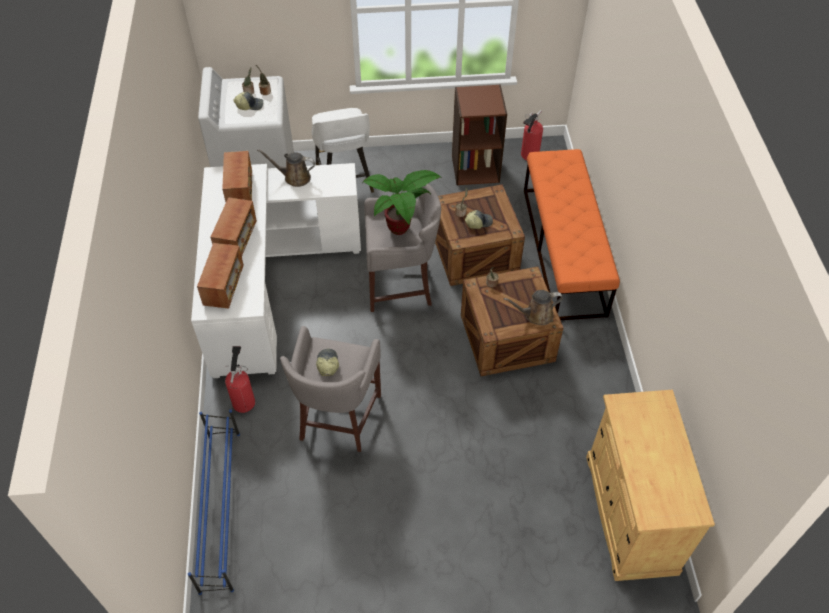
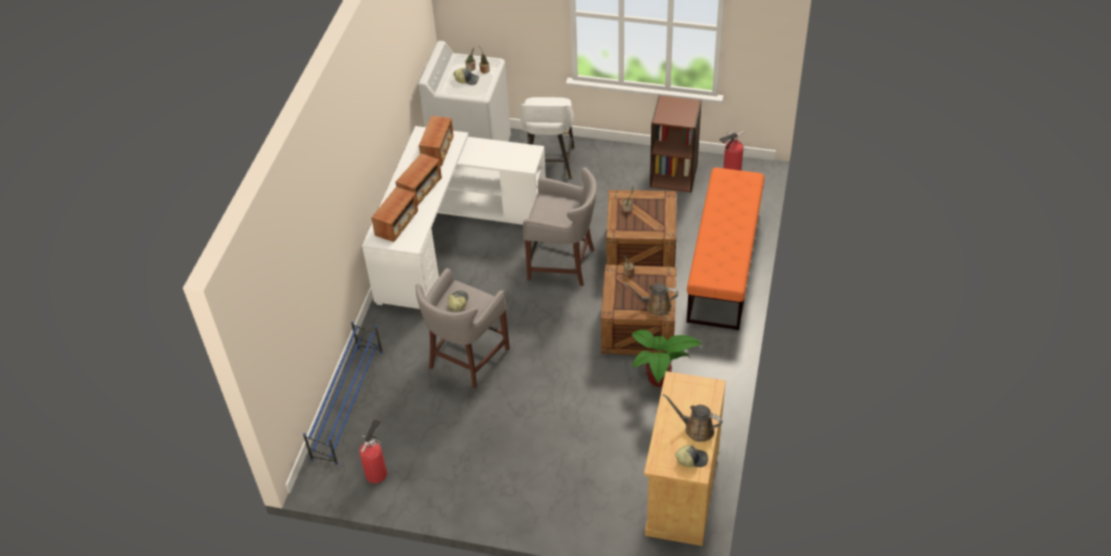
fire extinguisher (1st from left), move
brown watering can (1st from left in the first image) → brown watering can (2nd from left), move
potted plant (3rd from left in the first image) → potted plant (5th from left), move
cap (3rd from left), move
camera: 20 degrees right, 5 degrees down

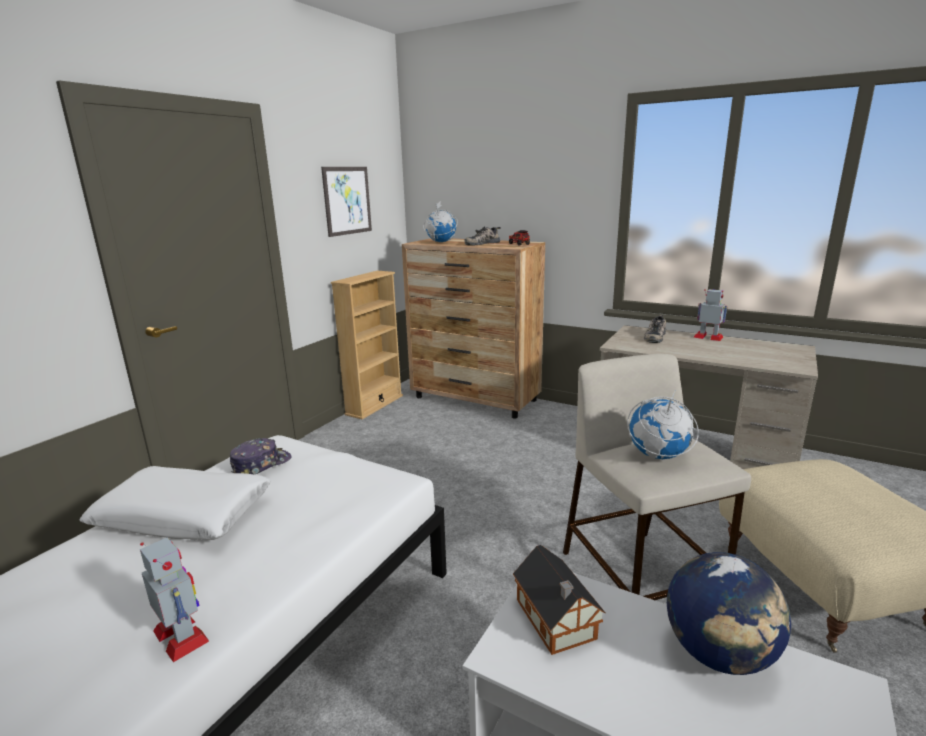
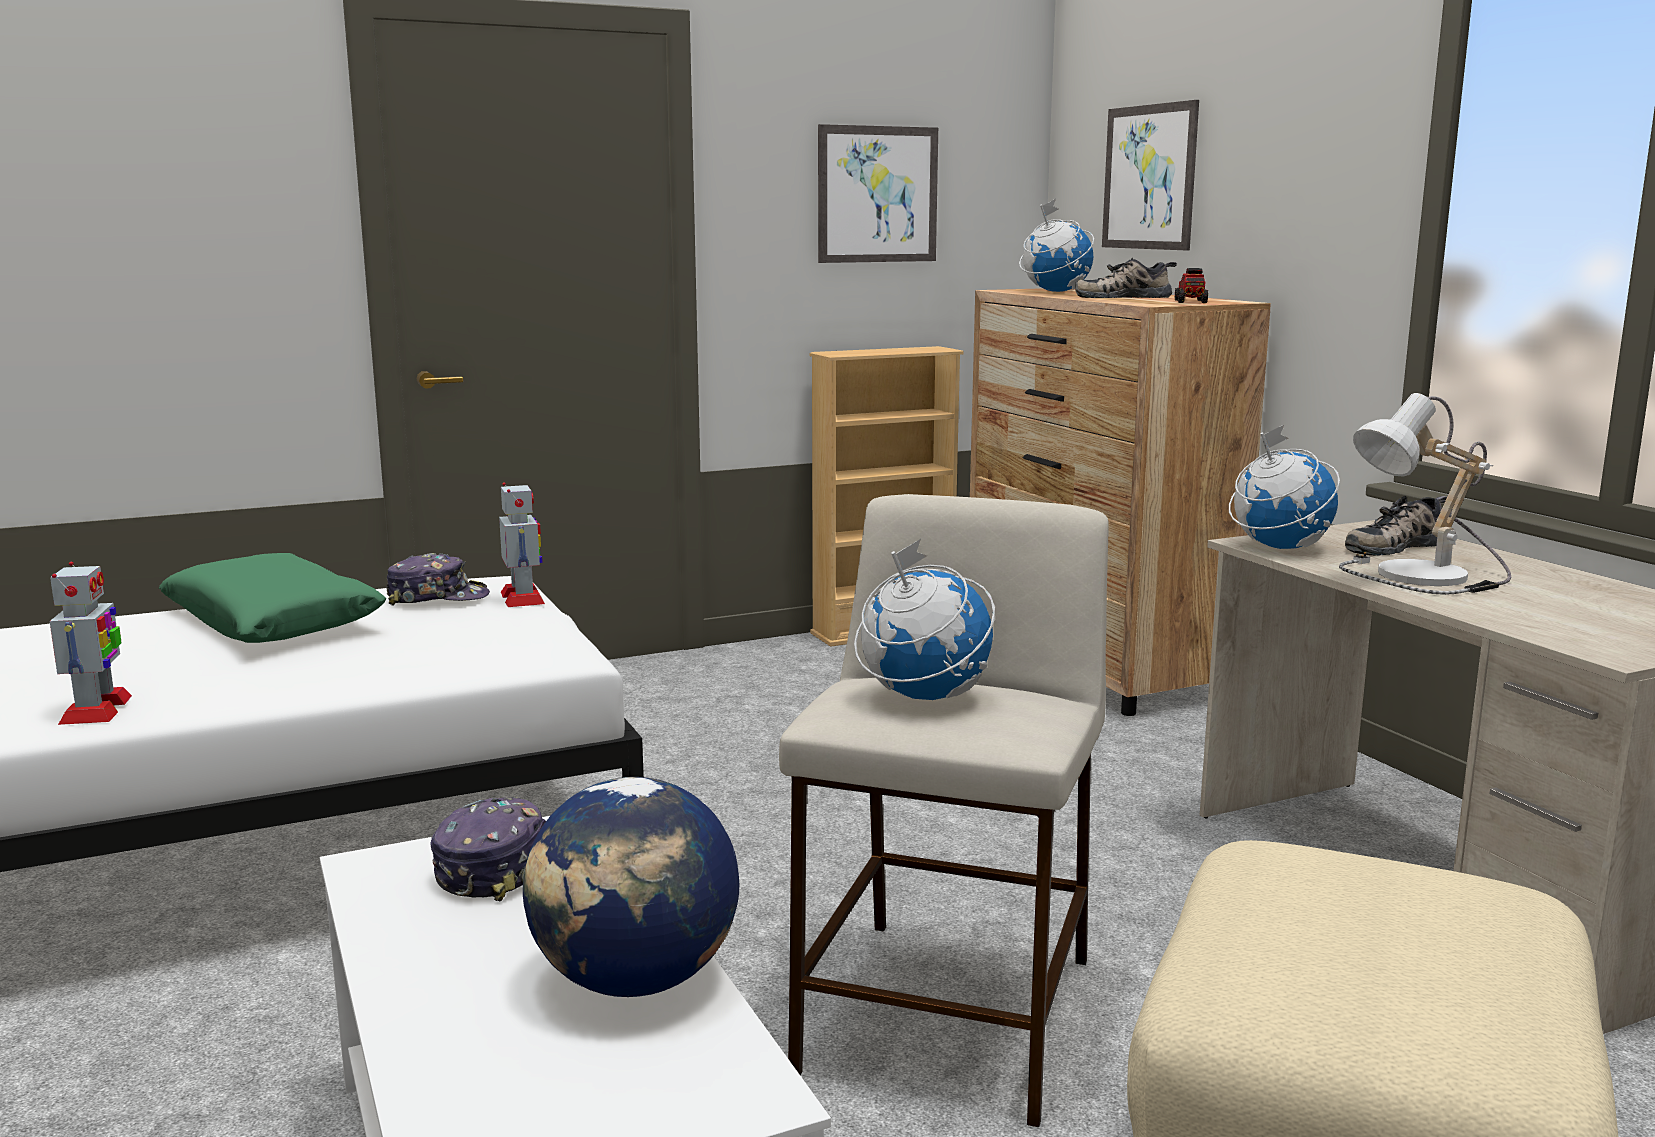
- → picture (2nd from left)
- → globe (4th from left)
- → table lamp
toy robot (2nd from left), move
toy house → cap (2nd from left)
white pillow → green pillow
camera: 35 degrees right, 5 degrees down

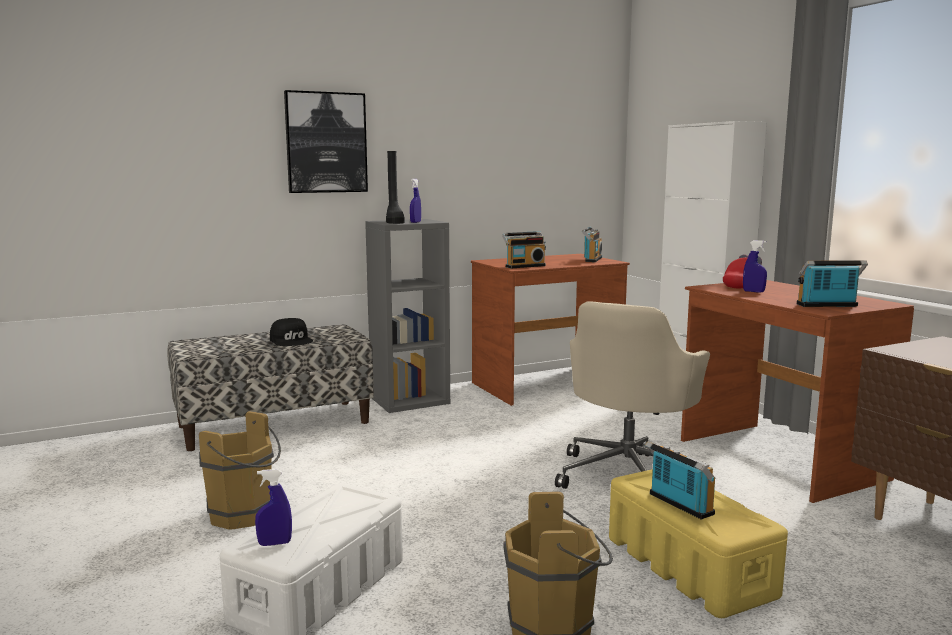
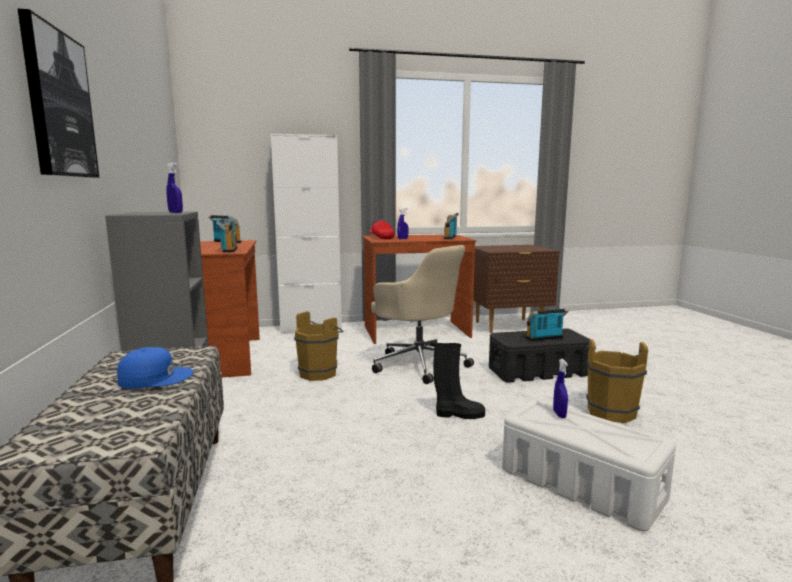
brown bucket (1st from left), move
blue spray bottle (1st from left in the first image) → blue spray bottle (3rd from left), move
black boot, move
black cap → blue cap
yellow storage box → black storage box
camera: 75 degrees left, 0 degrees up

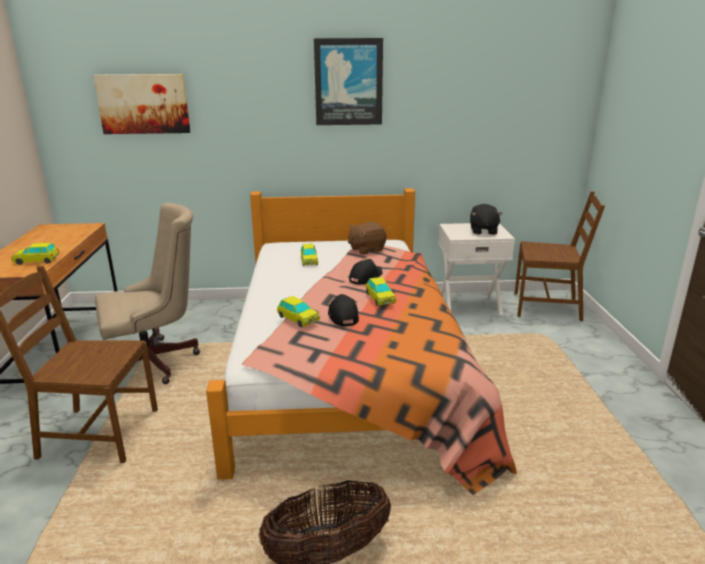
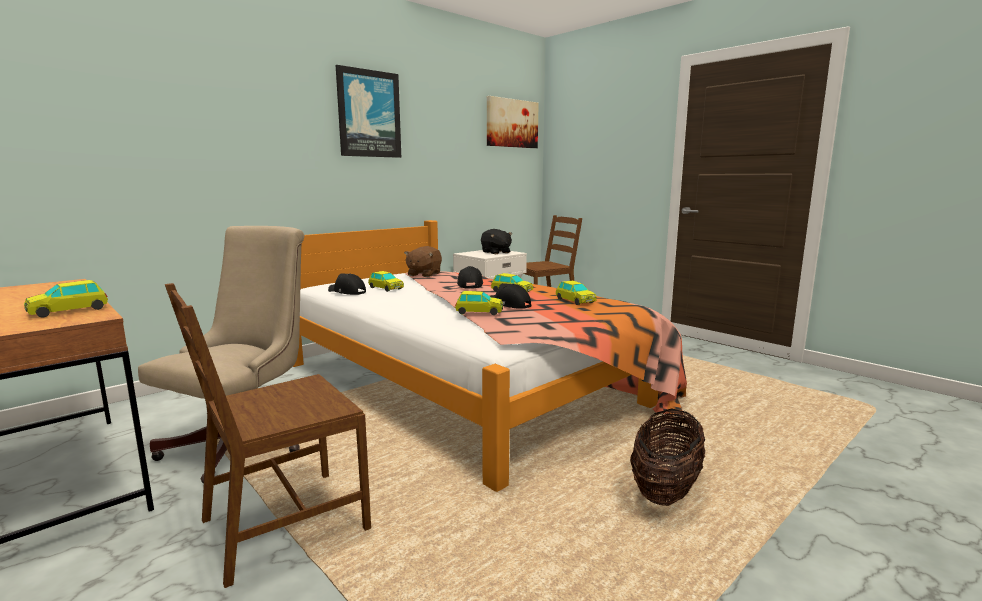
- → black cap (1st from left)
- → toy car (5th from left)
picture (1st from left in the first image) → picture (2nd from left), move
camera: 40 degrees left, 10 degrees down

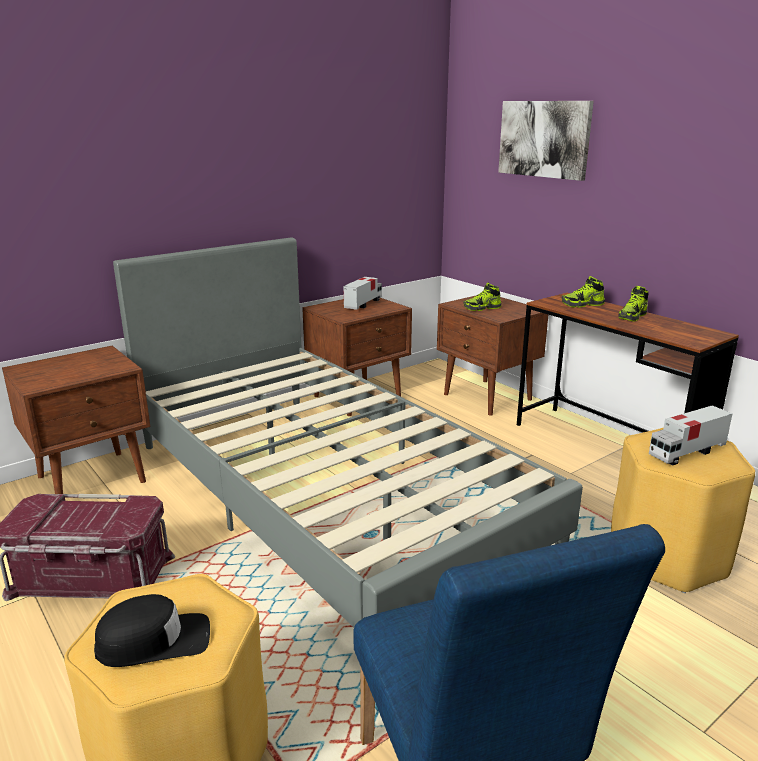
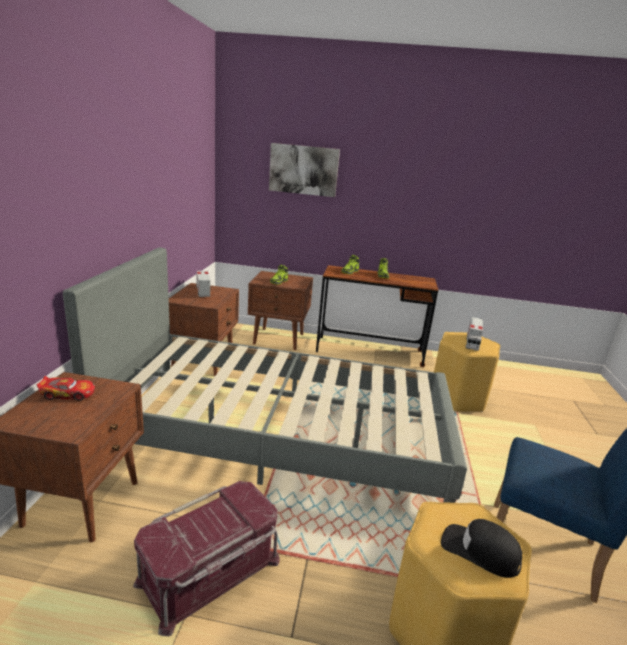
- → toy car
black cap, 90 degrees counterclockwise
camera: 45 degrees left, 0 degrees up

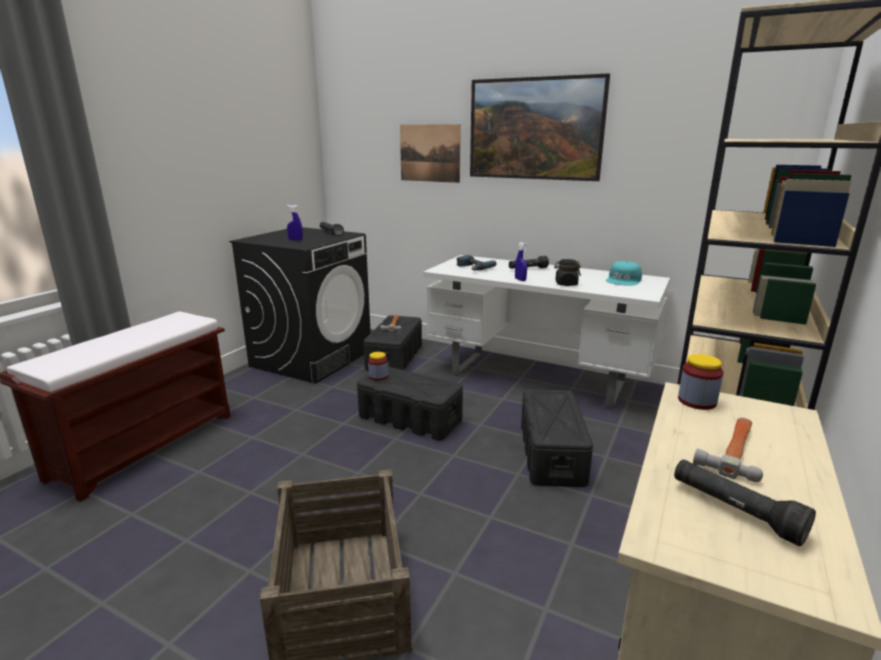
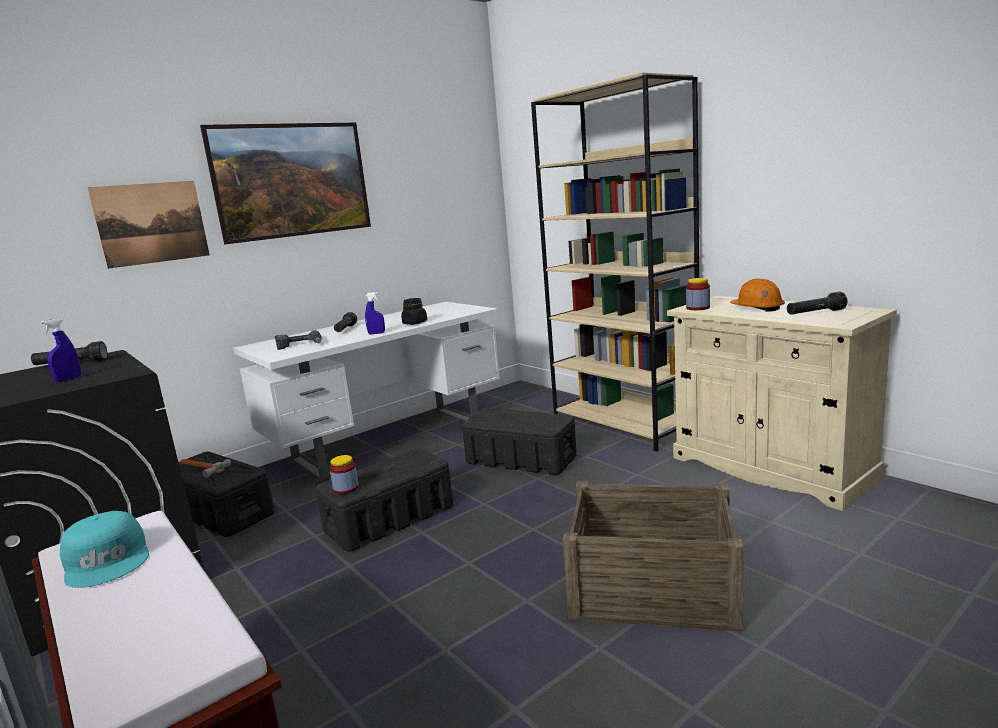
turquoise cap, move
hammer (2nd from left) → orange hard hat
camera: 65 degrees left, 5 degrees down

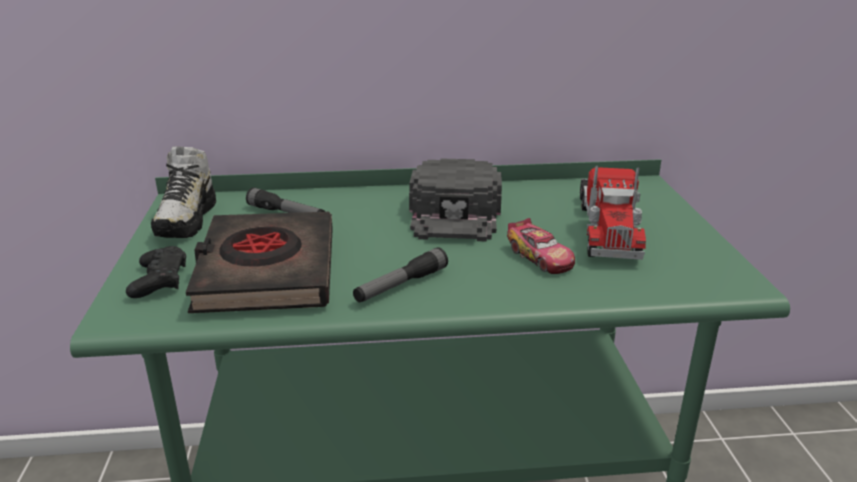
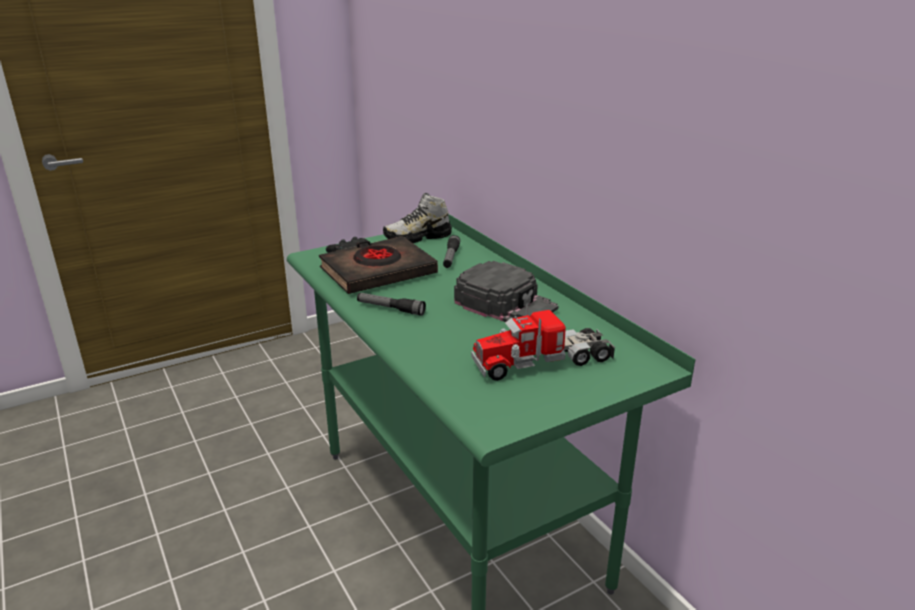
toy car → -
black cap, 120 degrees counterclockwise
camera: 65 degrees right, 0 degrees up

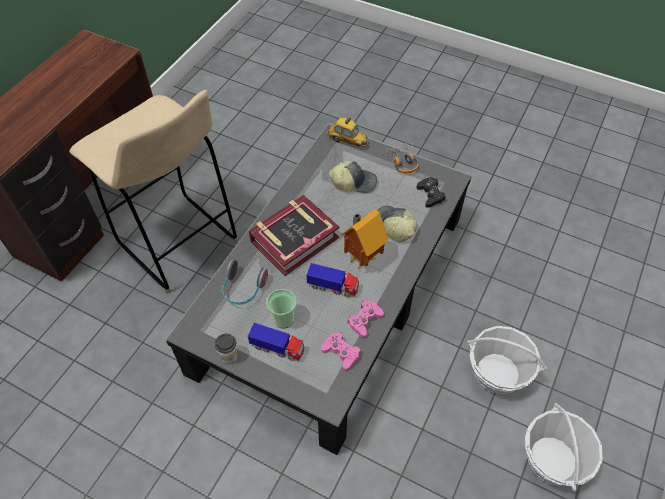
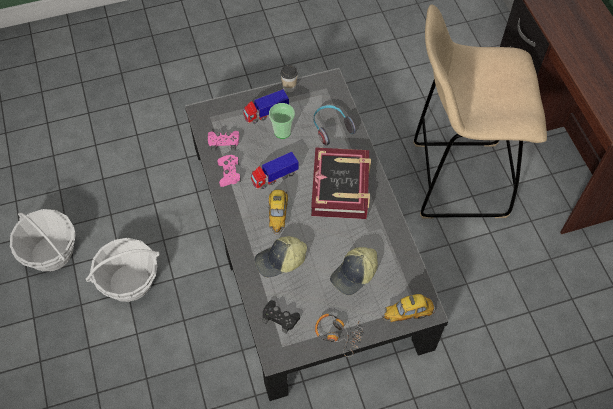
toy house → toy car (1st from left)
cap (2nd from left in the first image) → cap (1st from left), 150 degrees clockwise
camera: 135 degrees right, 5 degrees up

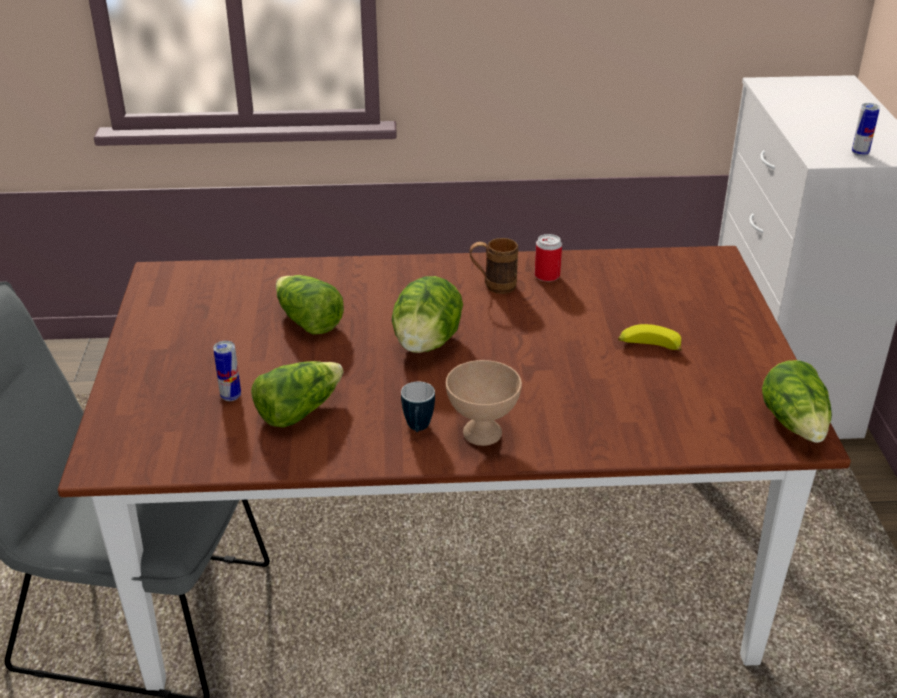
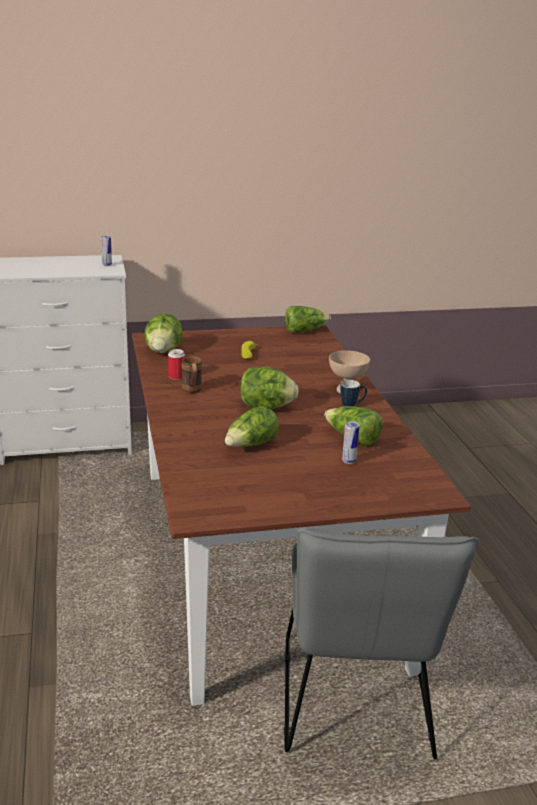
- → lettuce (1st from left)
camera: 100 degrees left, 10 degrees down

